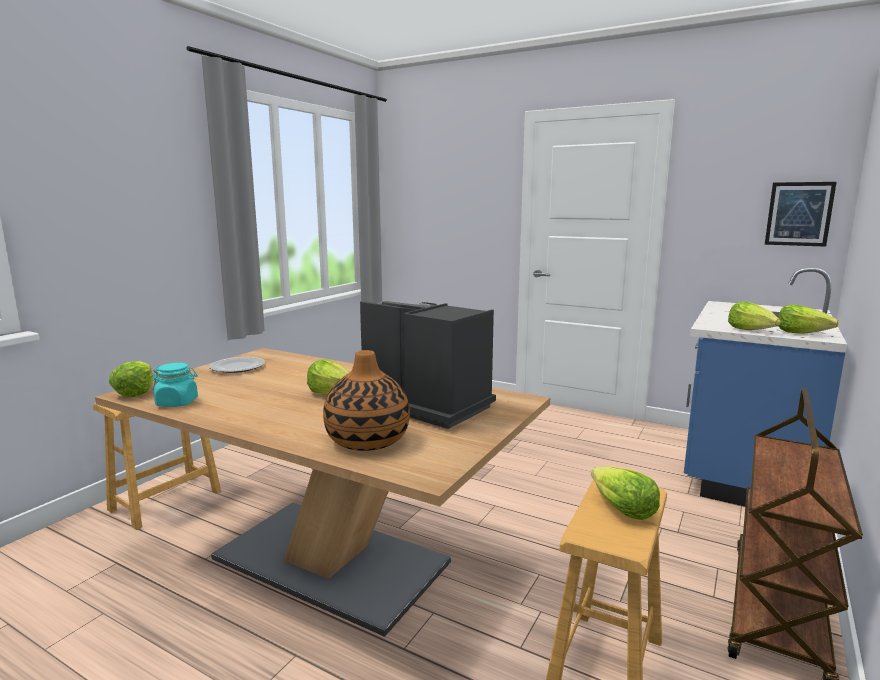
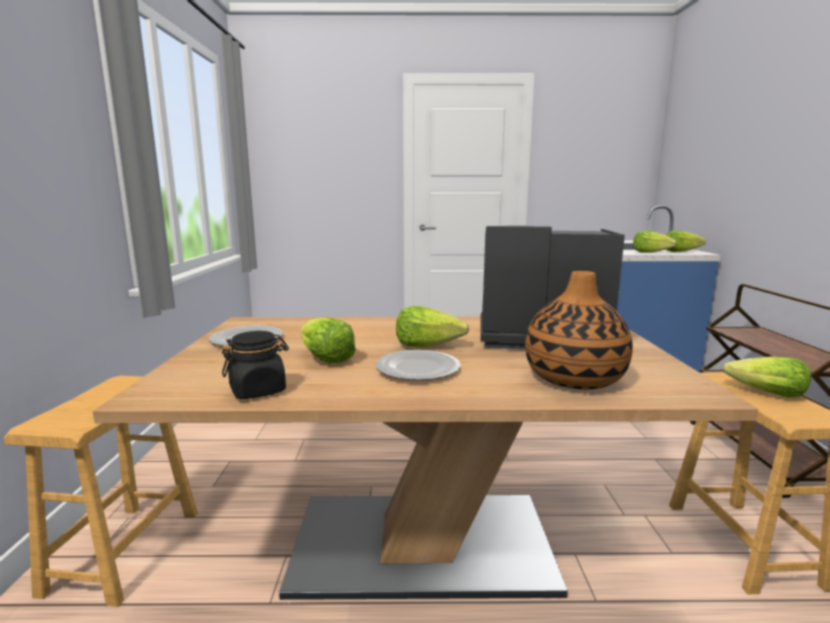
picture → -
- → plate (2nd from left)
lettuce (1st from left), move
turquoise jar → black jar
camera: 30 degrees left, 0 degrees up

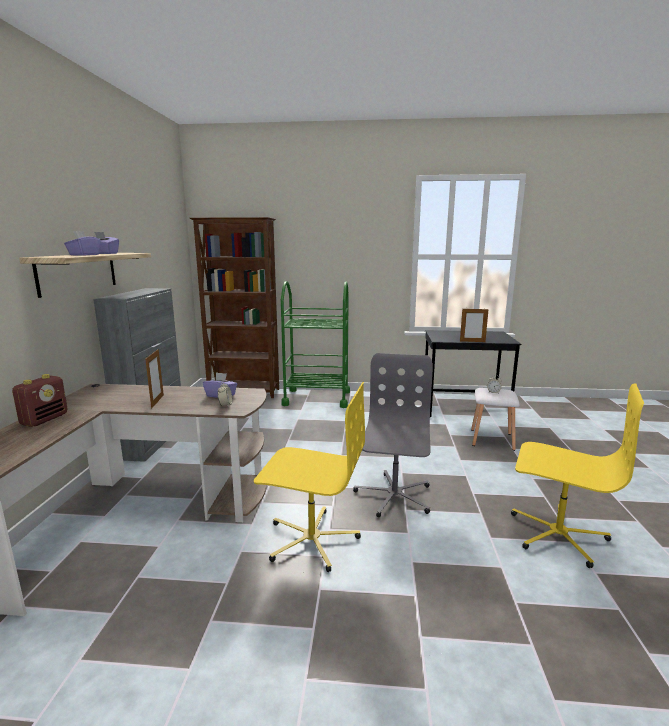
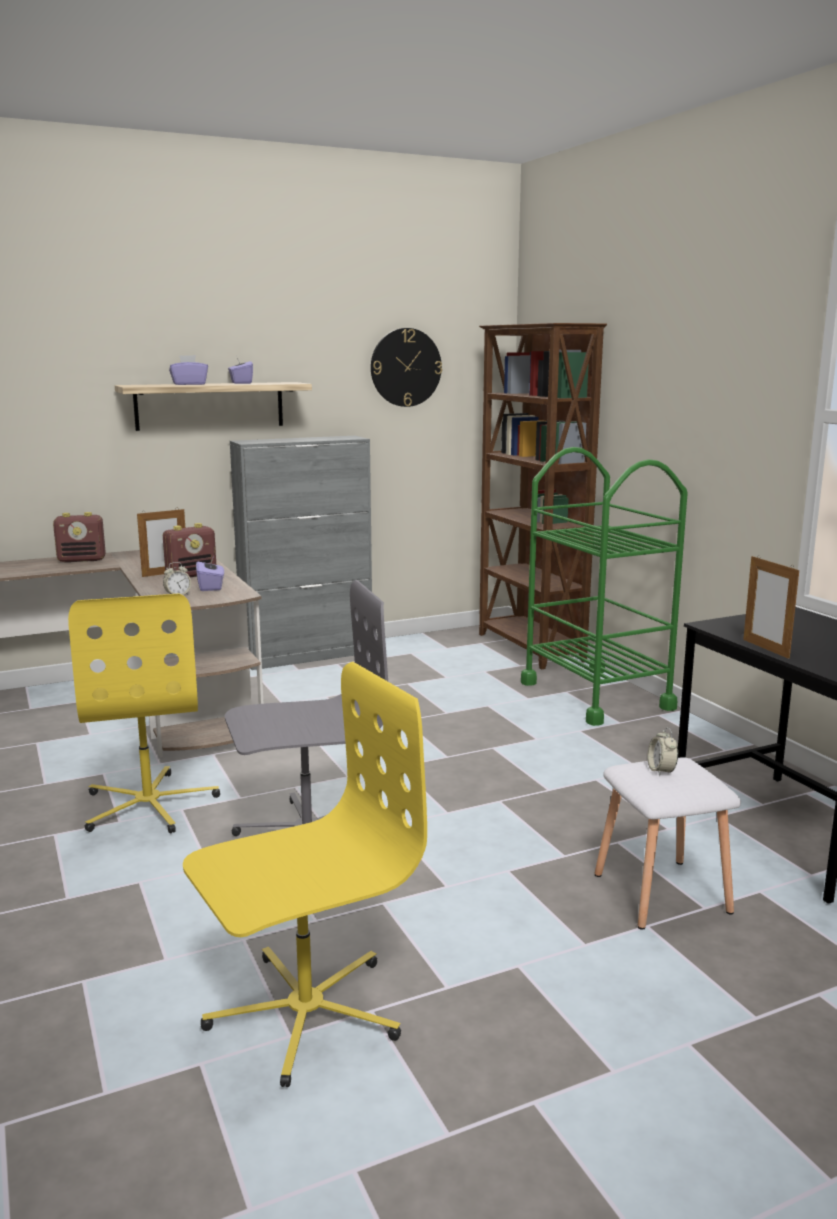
- → radio (2nd from left)
- → wall clock
yellow office chair (2nd from left), 120 degrees counterclockwise
camera: 60 degrees right, 0 degrees up

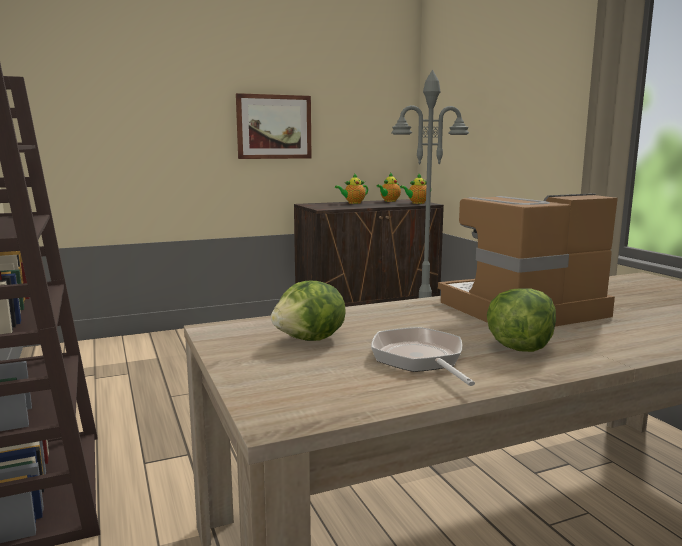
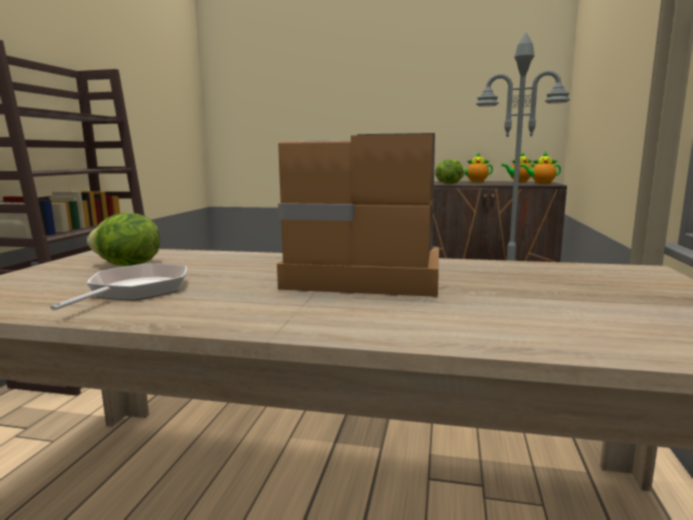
picture → -
lettuce (2nd from left), move
camera: 35 degrees right, 0 degrees up

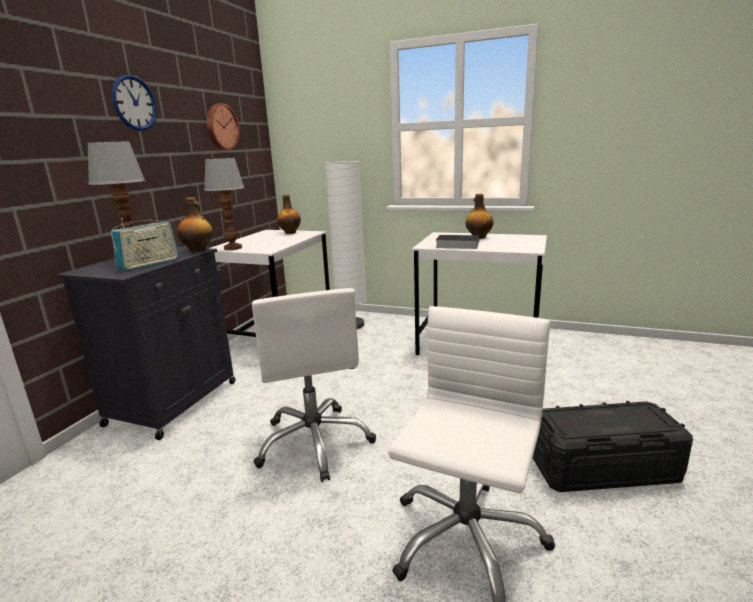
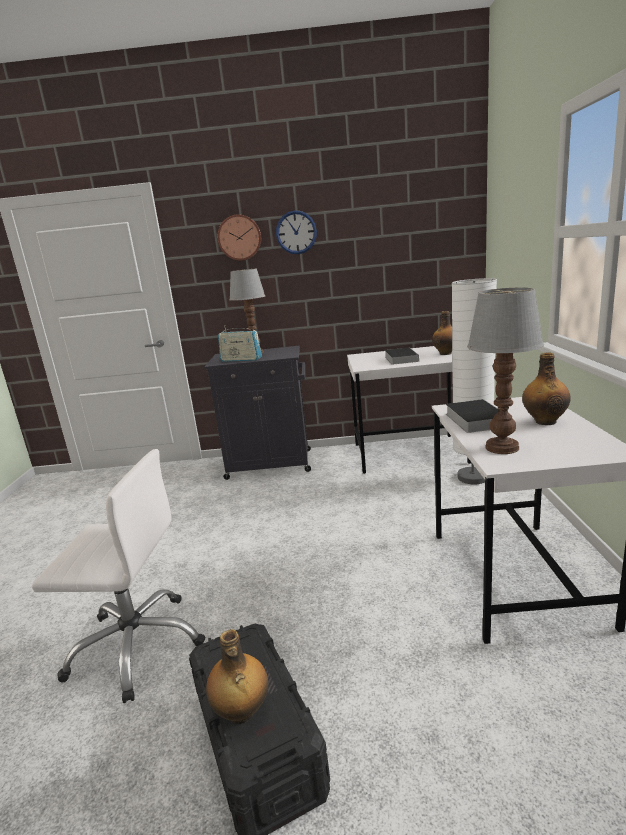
white office chair (1st from left) → -
- → book (1st from left)
bottle (1st from left), move
table lamp (2nd from left), move
wall clock (2nd from left in the first image) → wall clock (1st from left), move
camera: 70 degrees right, 0 degrees up

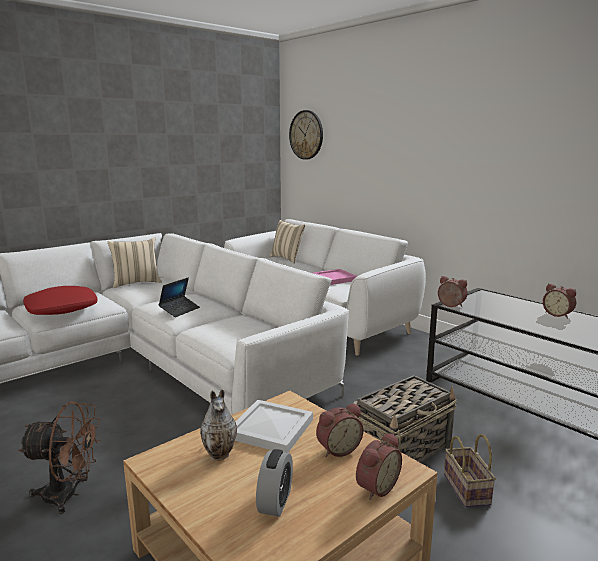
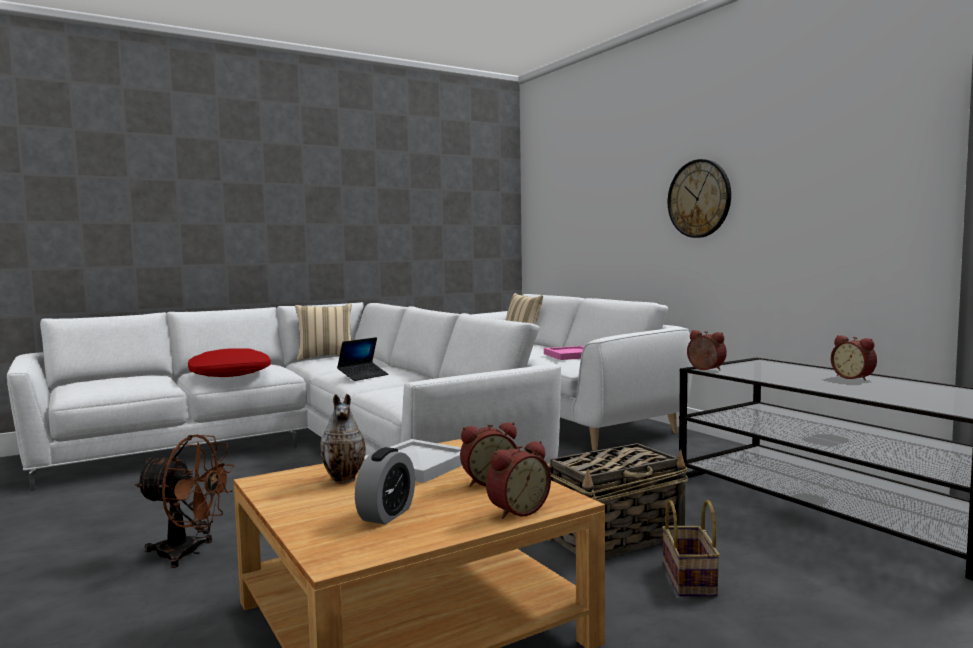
wall clock, move
camera: 10 degrees right, 10 degrees down

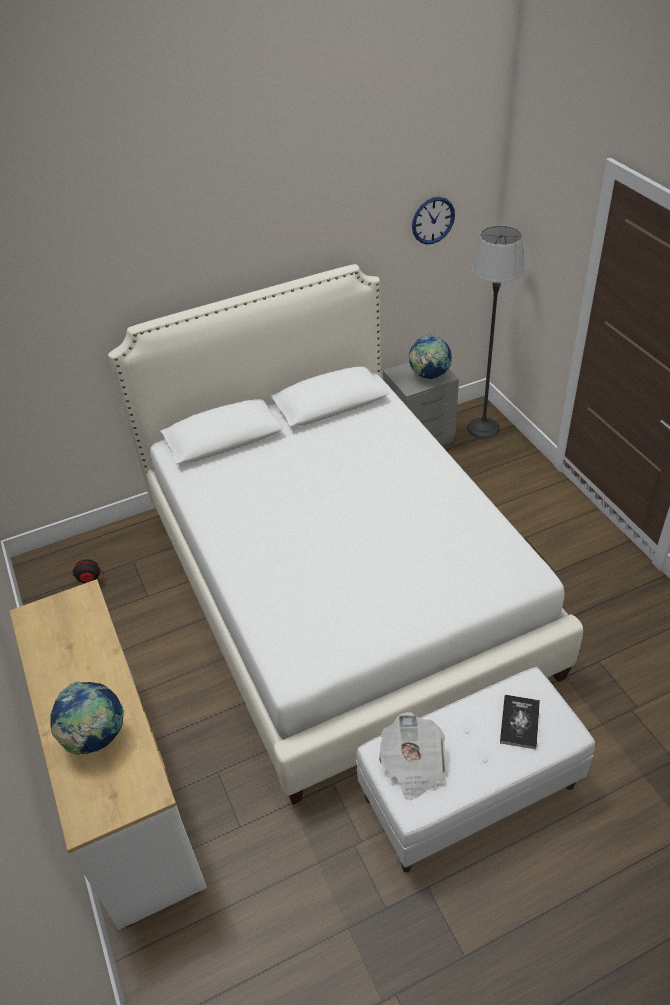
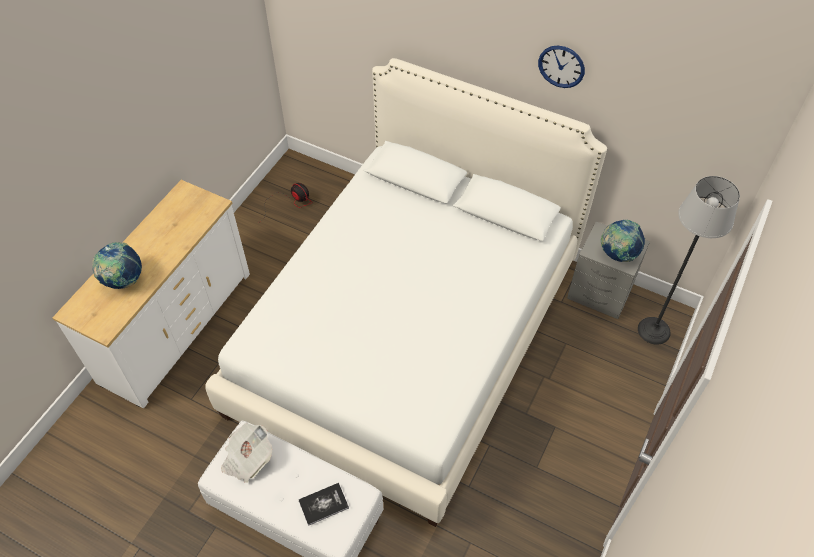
wall clock, move
camera: 50 degrees right, 10 degrees up

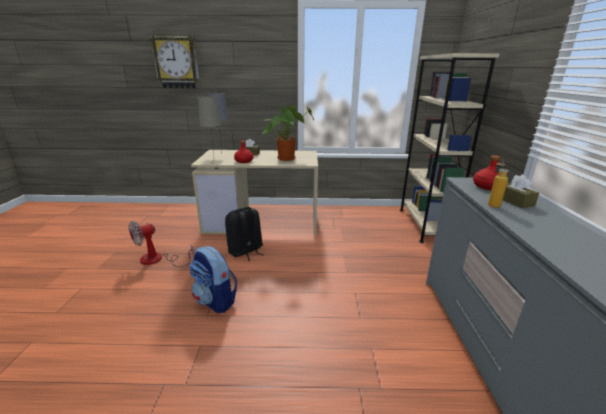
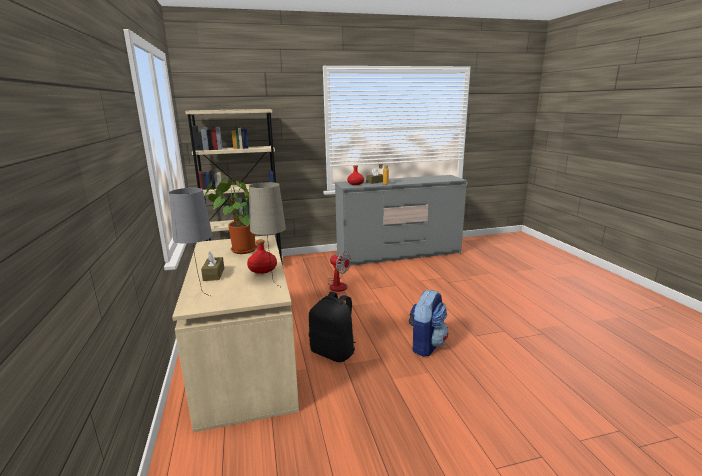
wall clock → -
fan, move
camera: 105 degrees left, 5 degrees down

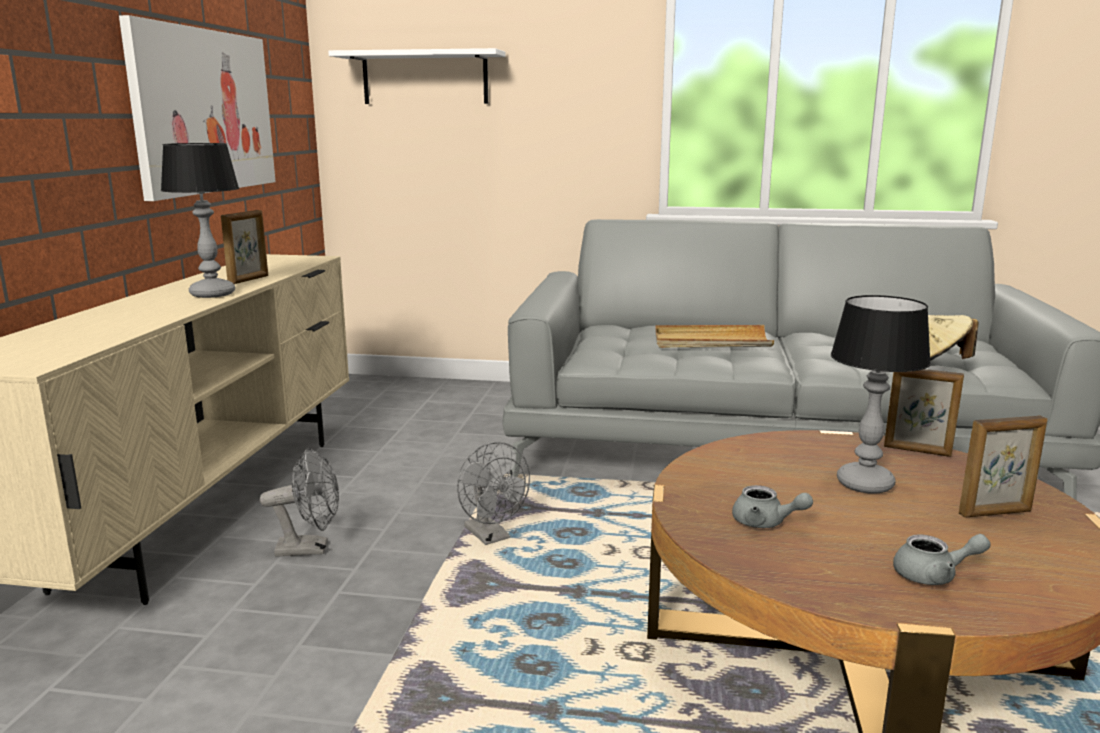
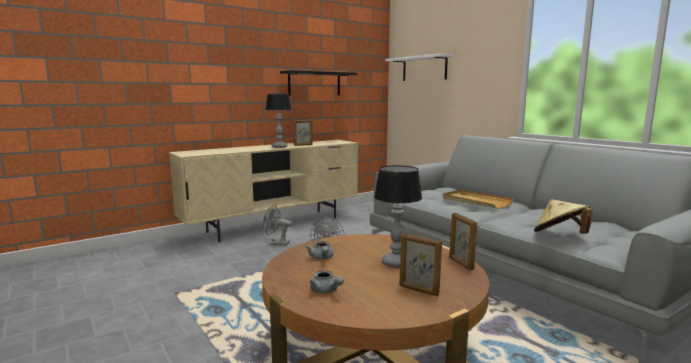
picture → black shelf
grey fan (1st from left), 150 degrees clockwise
camera: 45 degrees right, 5 degrees down

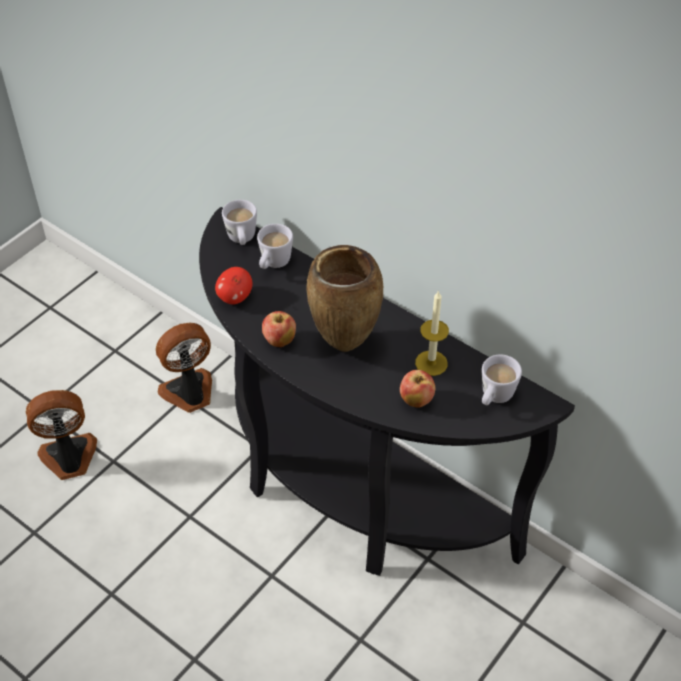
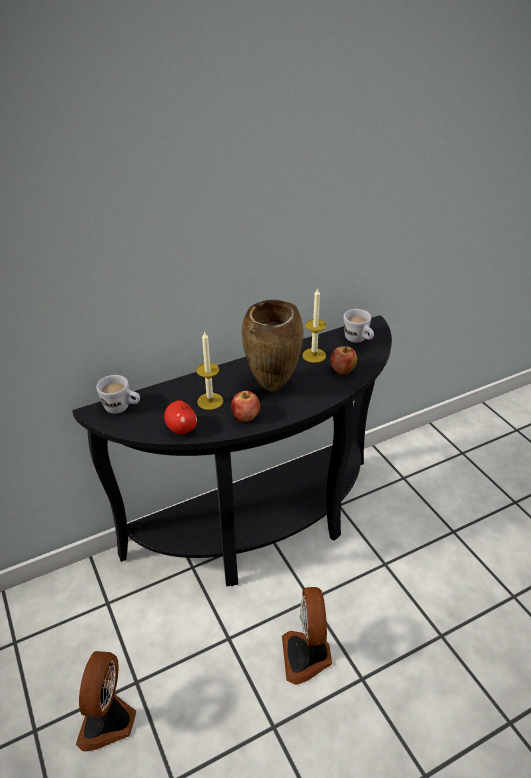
white mug (2nd from left) → -
- → candle (1st from left)
fan (2nd from left), move
camera: 65 degrees left, 10 degrees down

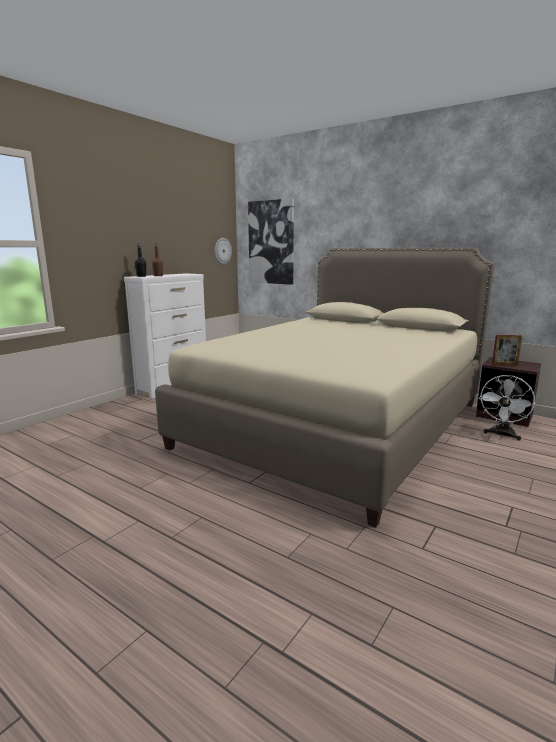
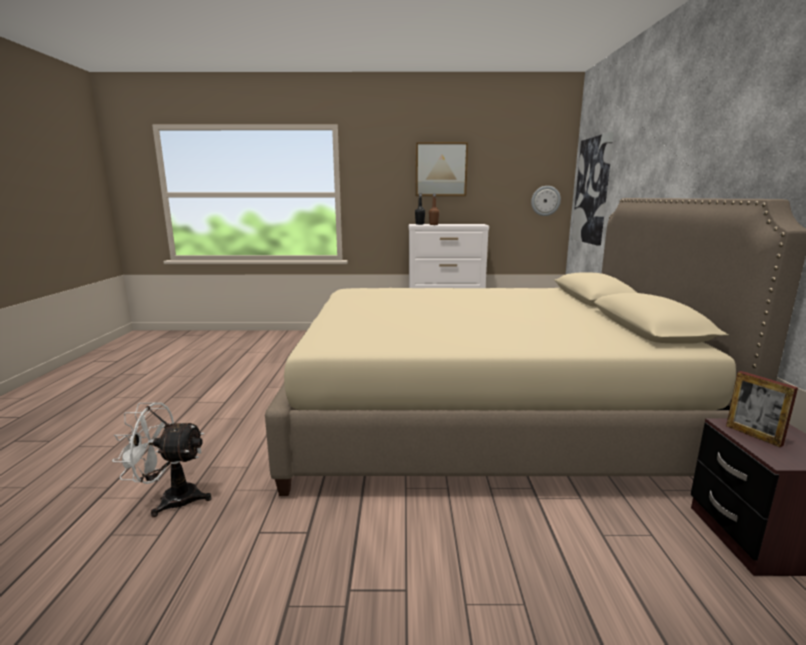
- → picture (1st from left)
white fan, move
camera: 55 degrees right, 0 degrees up

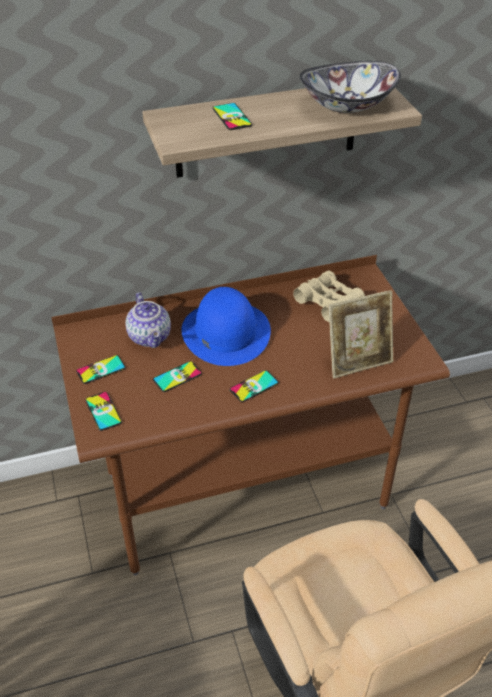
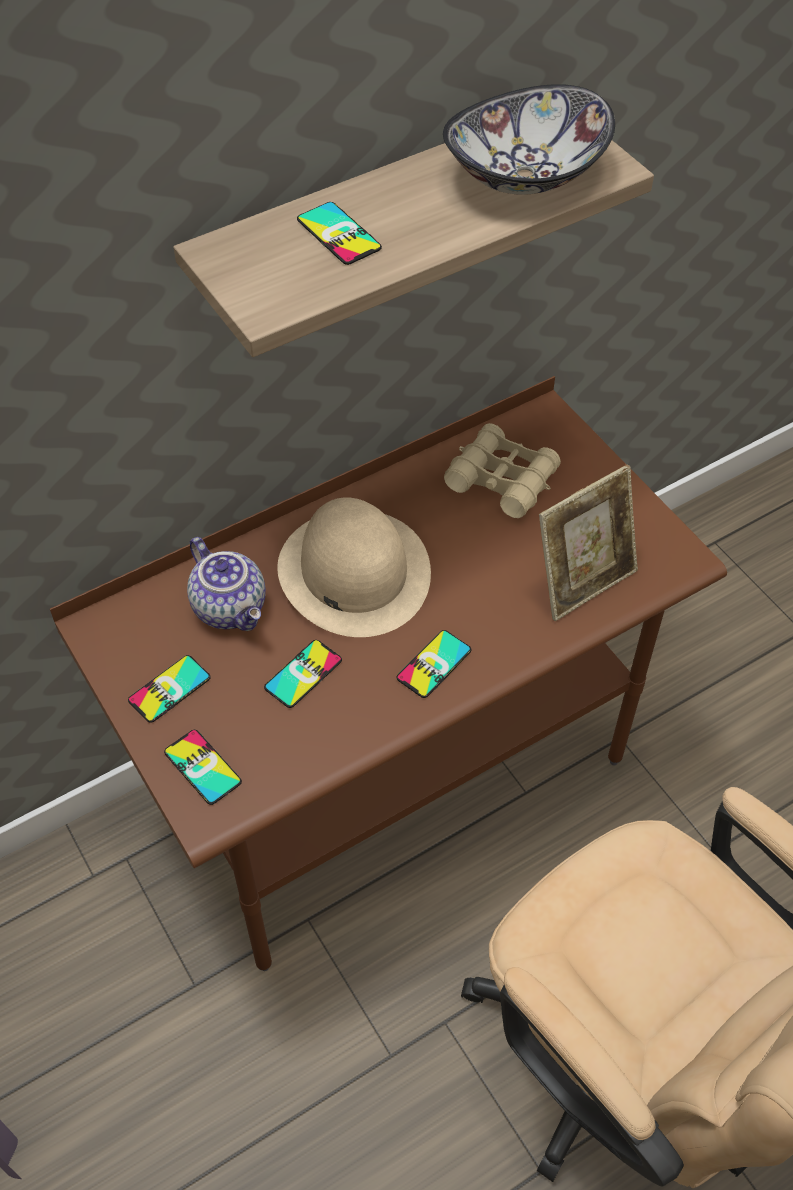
blue hat → beige hat
camera: 15 degrees left, 10 degrees up

